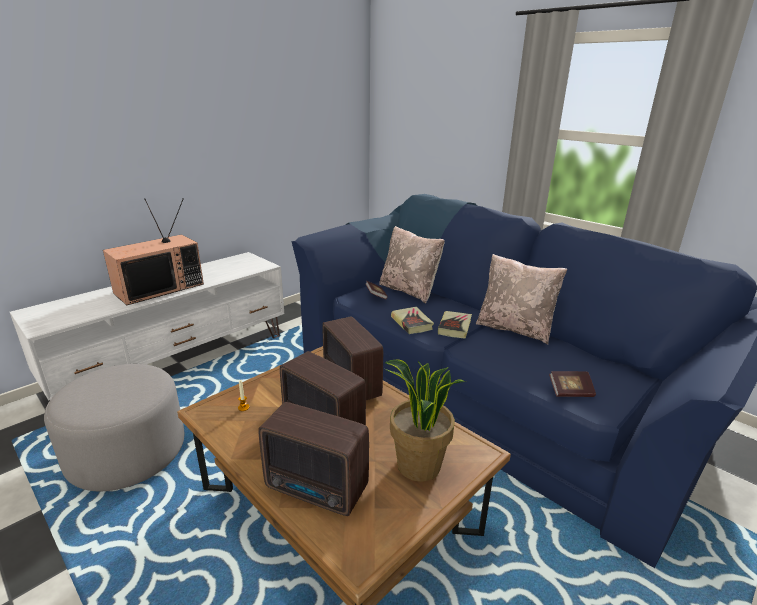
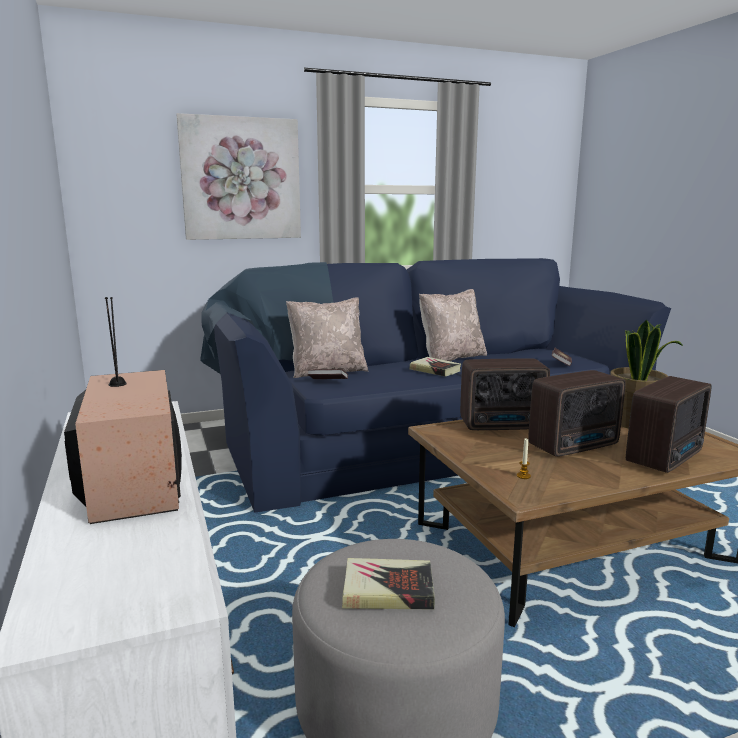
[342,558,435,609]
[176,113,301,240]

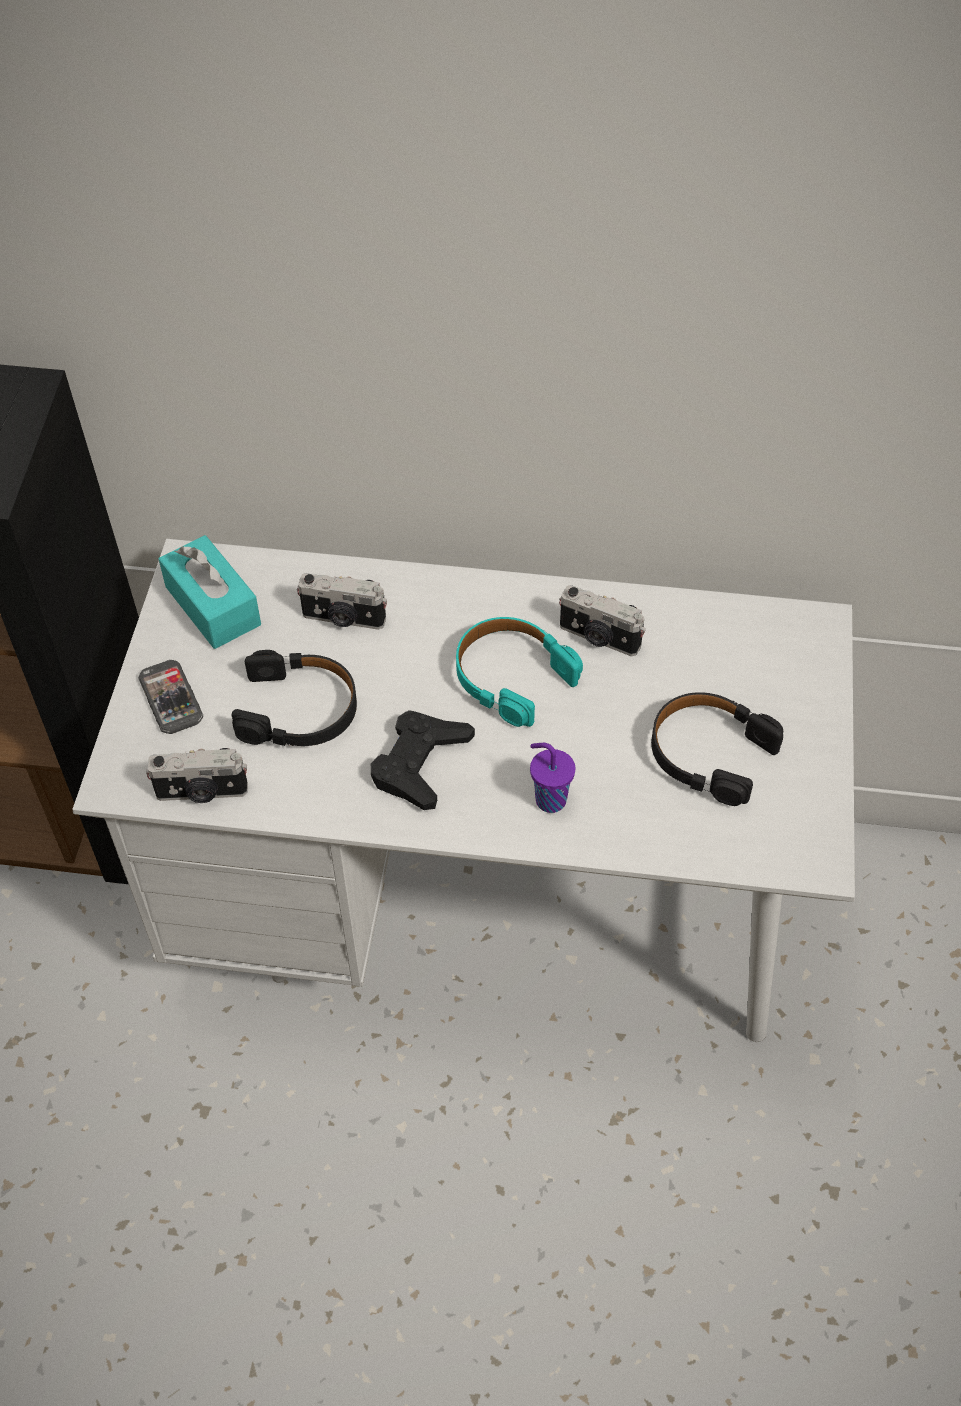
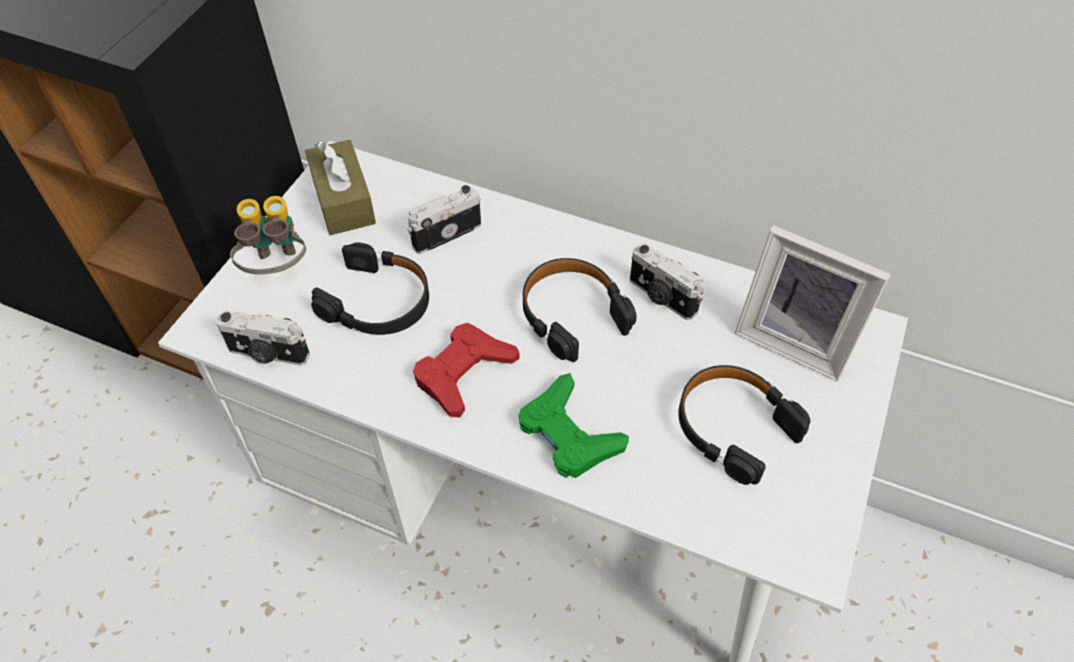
[305,140,376,235]
[407,185,481,254]
[523,258,637,362]
[230,196,306,275]
[413,323,520,418]
[519,373,629,478]
[735,225,891,381]

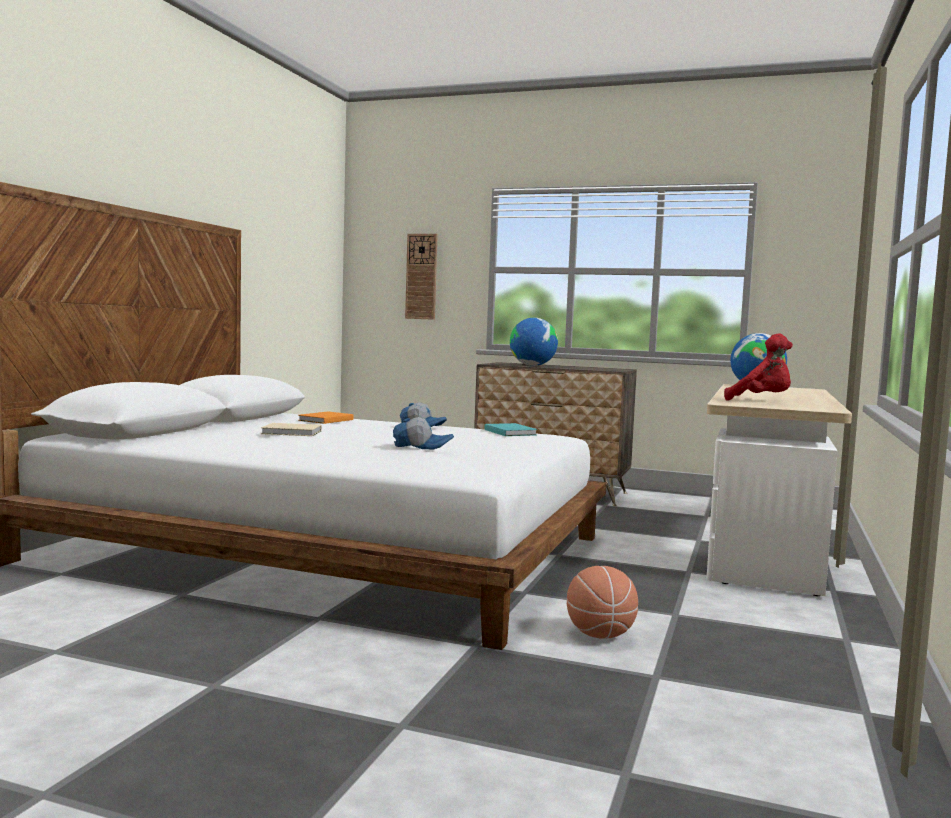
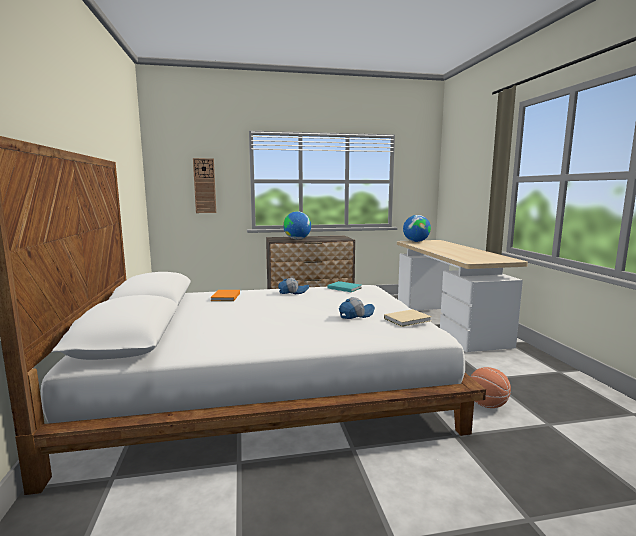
[724,333,793,401] (first image)
[384,309,432,327]

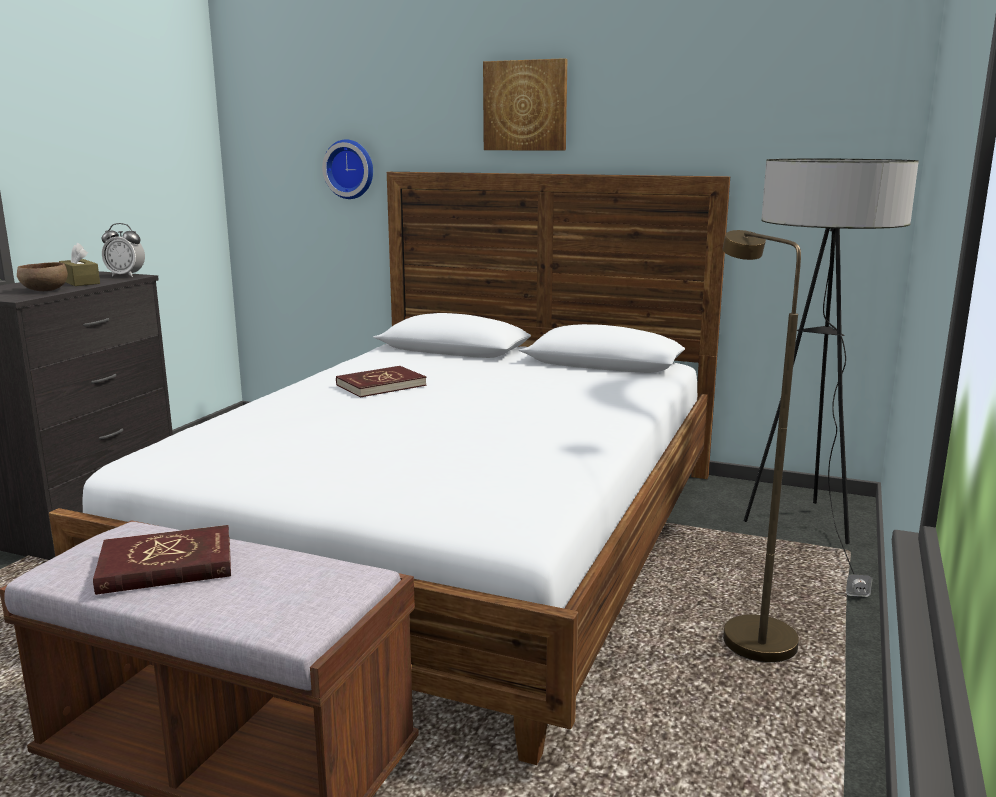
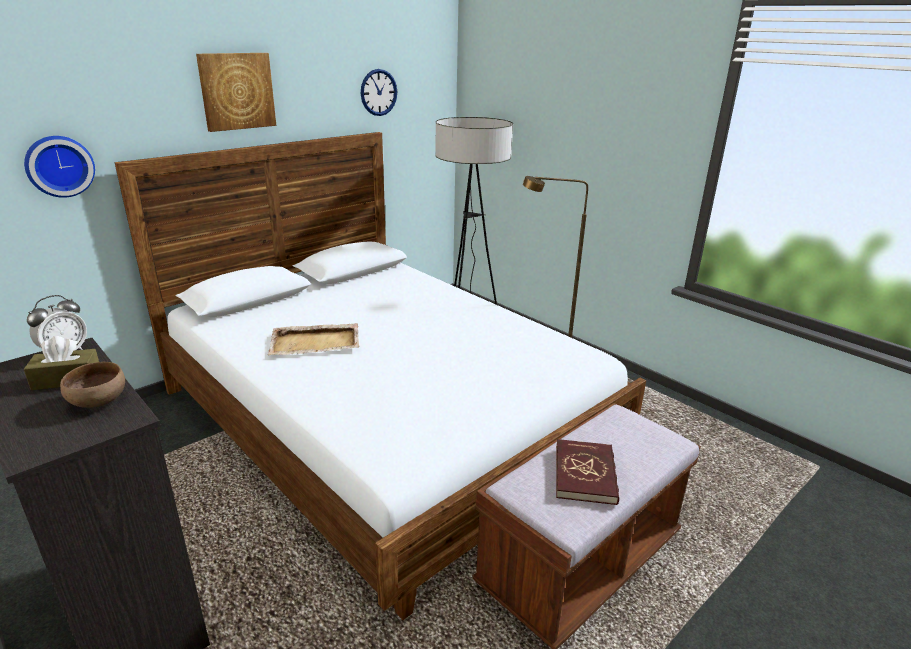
[267,323,359,355]
[361,69,397,116]

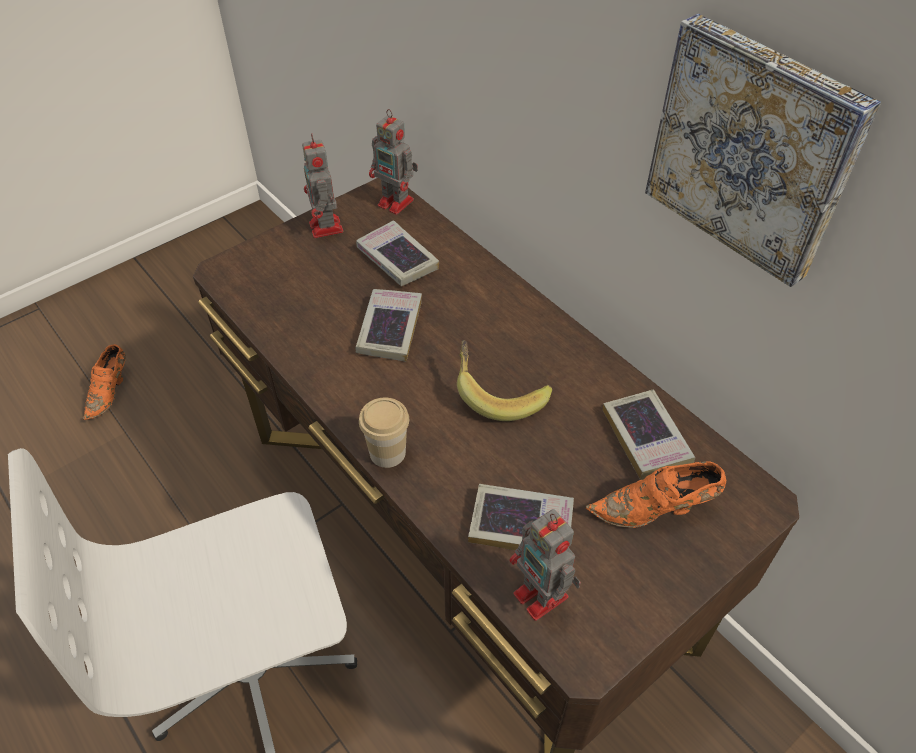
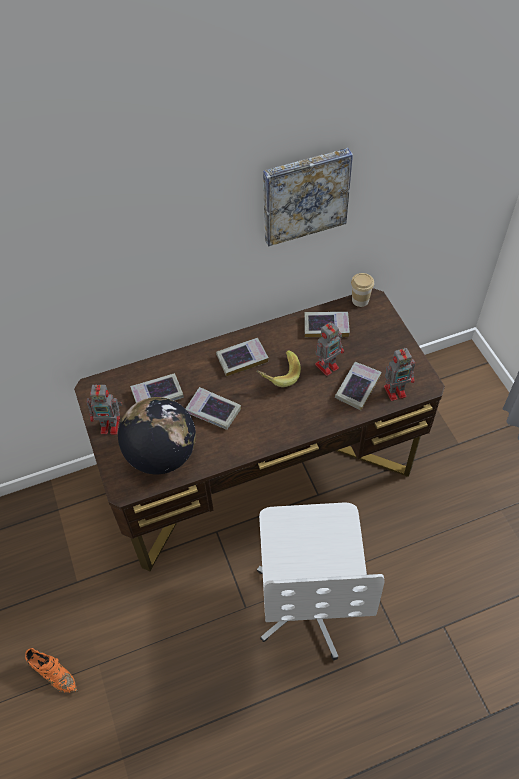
[315,322,344,376]
[351,273,374,307]
[586,461,726,528] (first image)
[216,338,269,377]
[118,397,196,474]

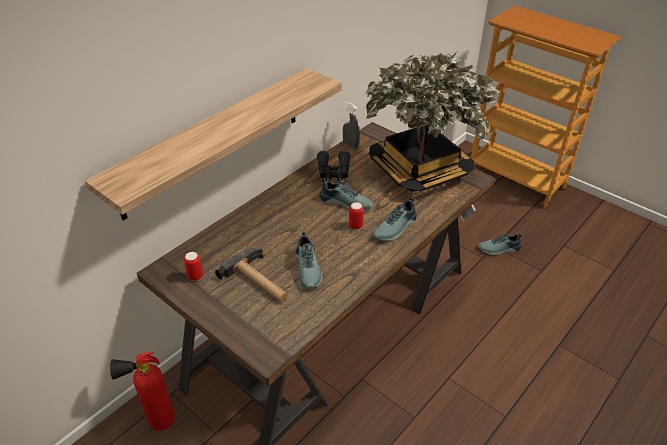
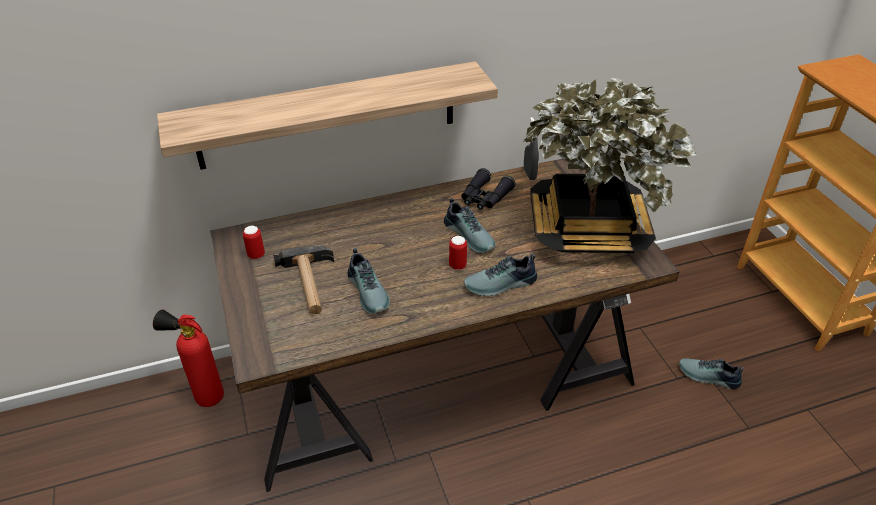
[348,248,390,314]

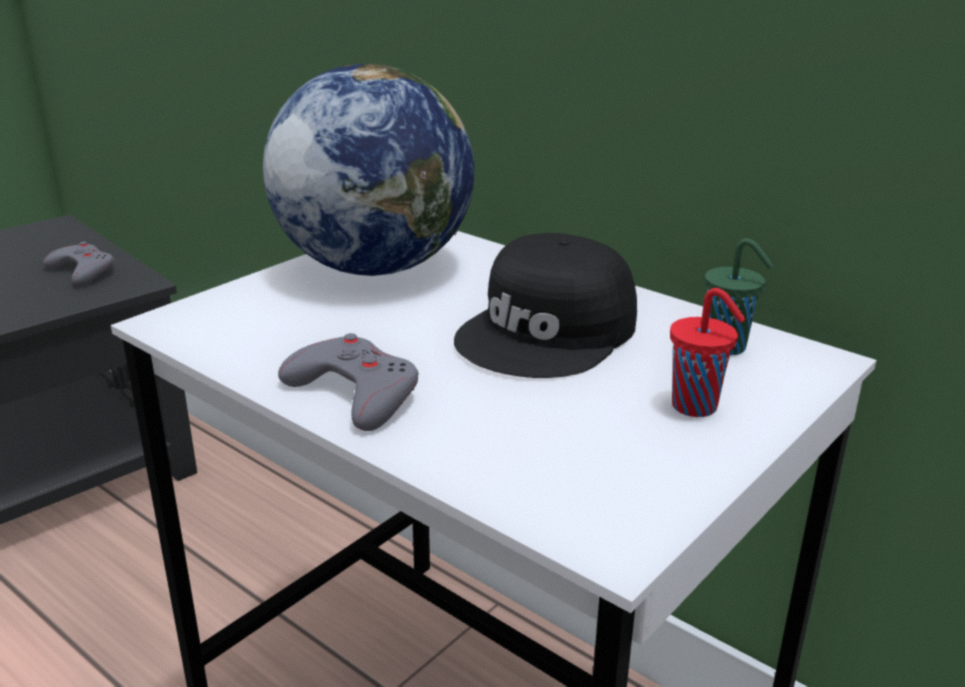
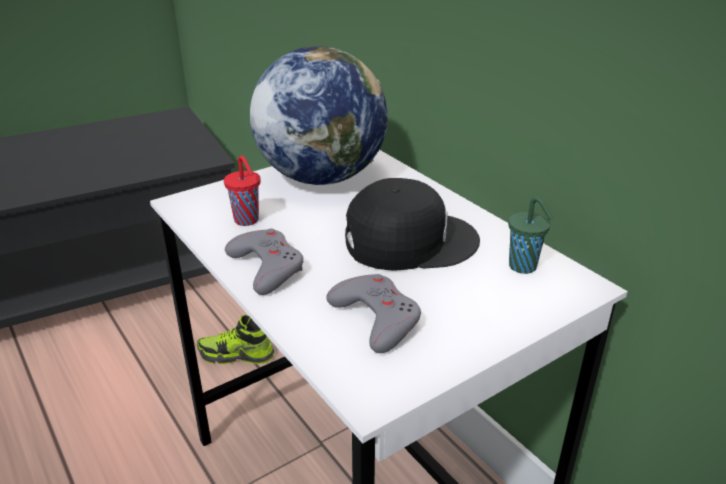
[345,178,480,271]
[326,274,421,353]
[224,155,261,226]
[197,315,274,364]

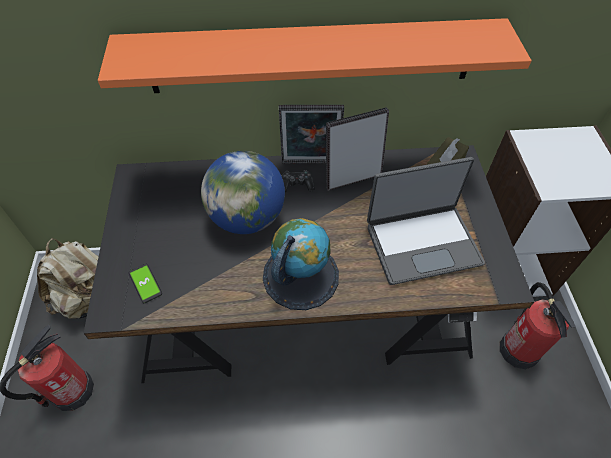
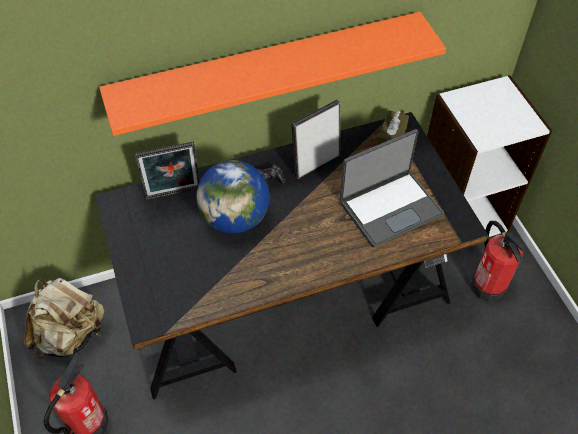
[135,141,200,200]
[263,218,339,310] (first image)
[129,264,162,303] (first image)

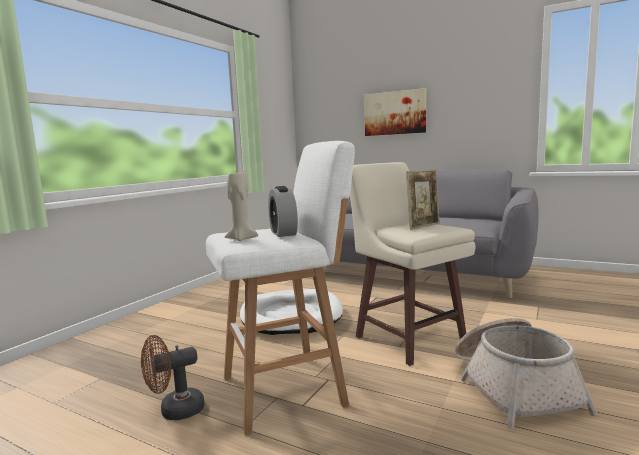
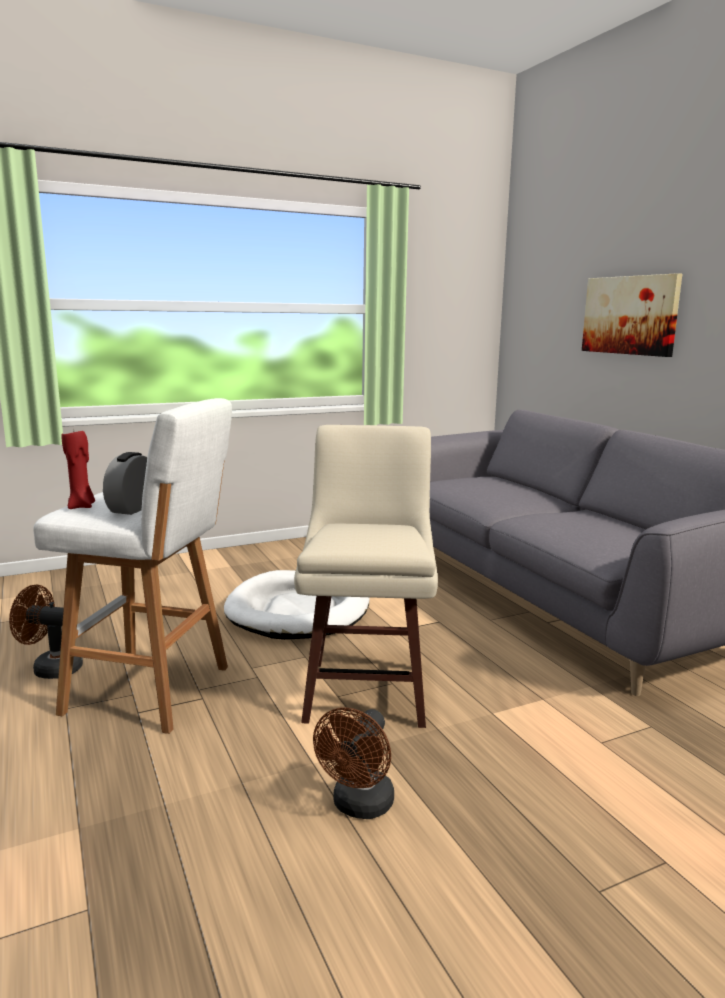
[61,427,95,509]
[406,170,440,230] (first image)
[313,707,394,819]

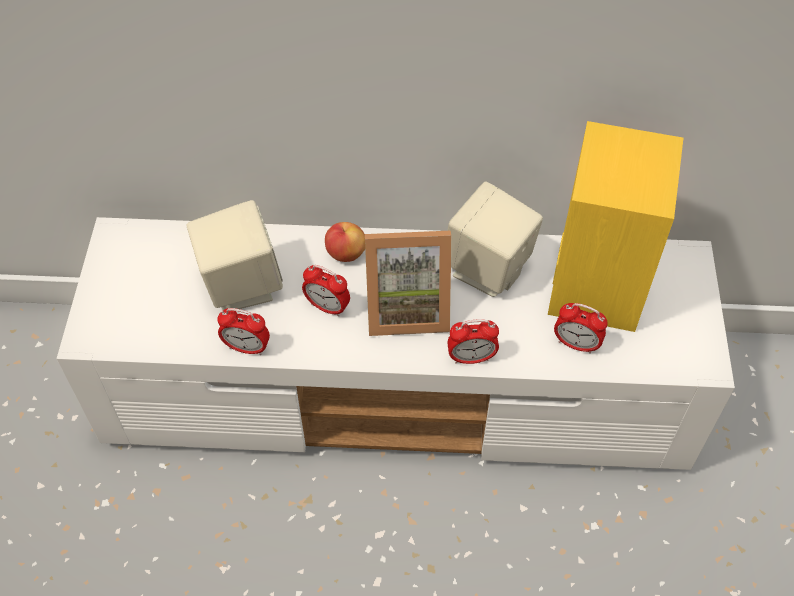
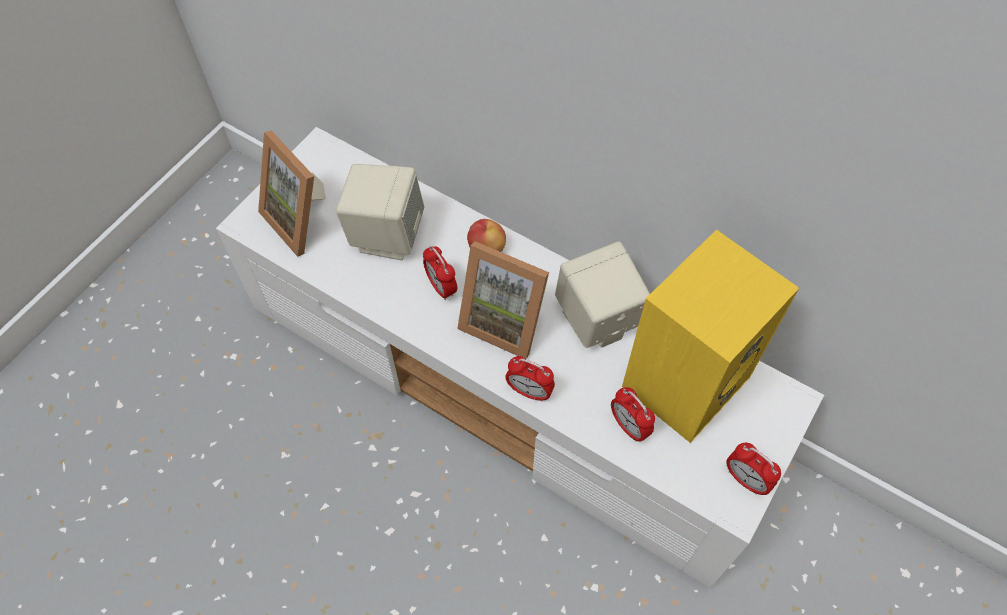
[726,443,781,495]
[258,130,326,257]

